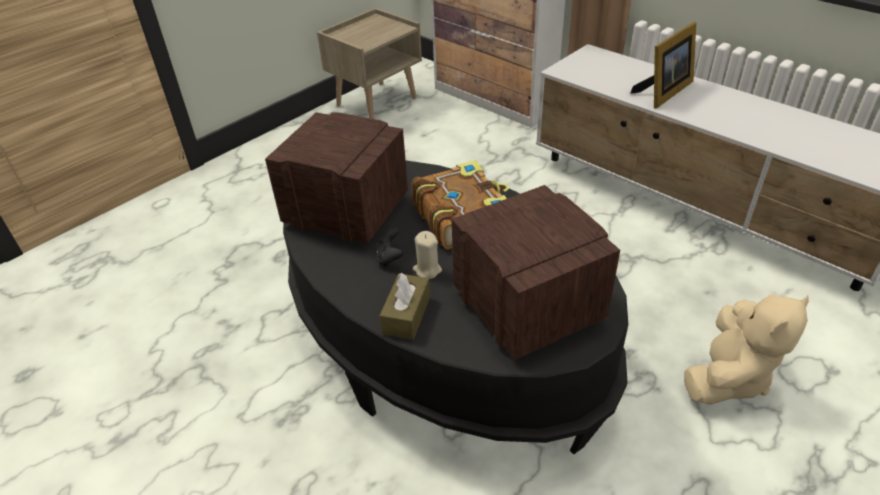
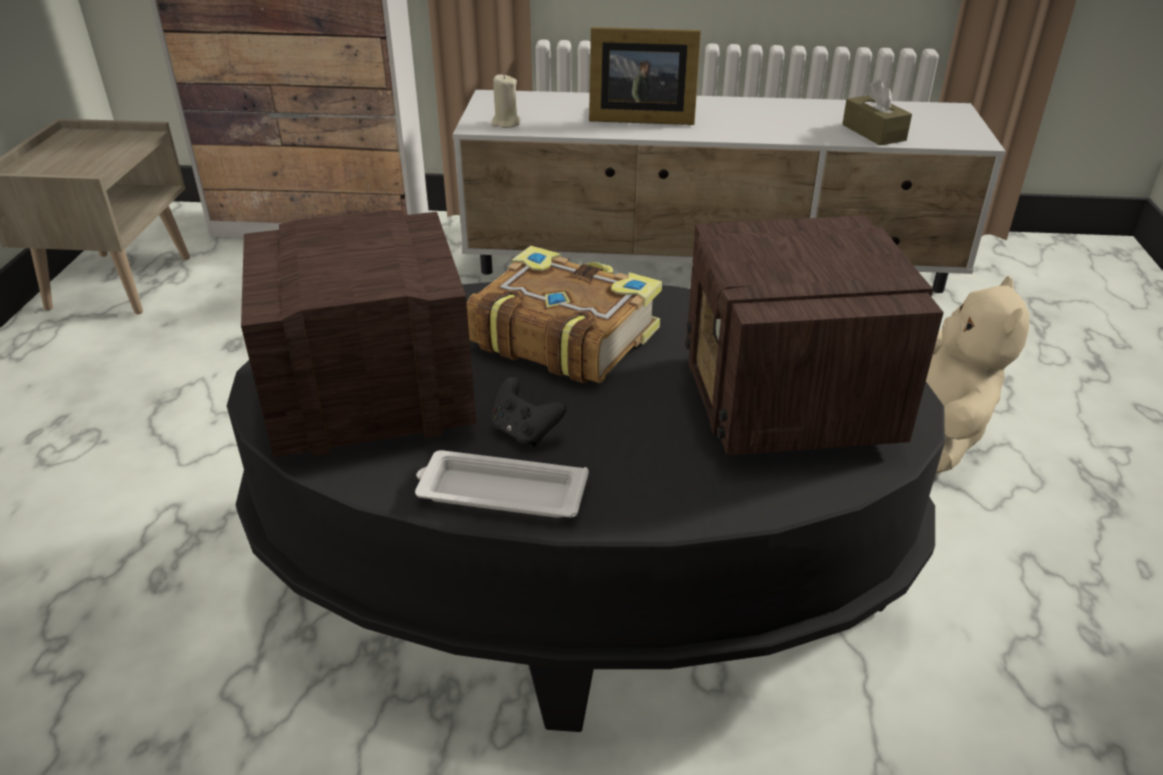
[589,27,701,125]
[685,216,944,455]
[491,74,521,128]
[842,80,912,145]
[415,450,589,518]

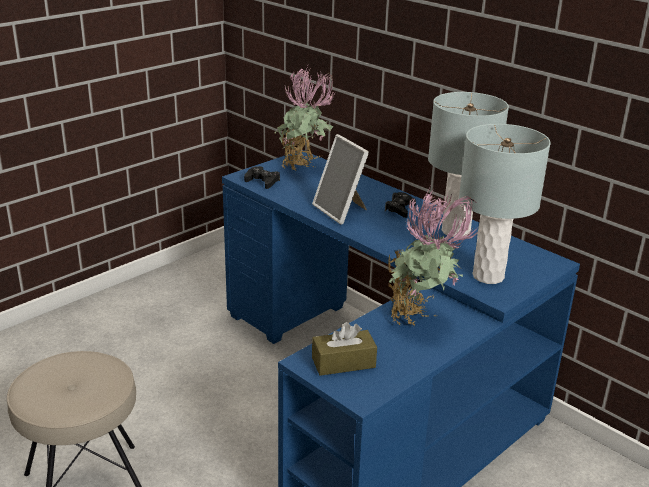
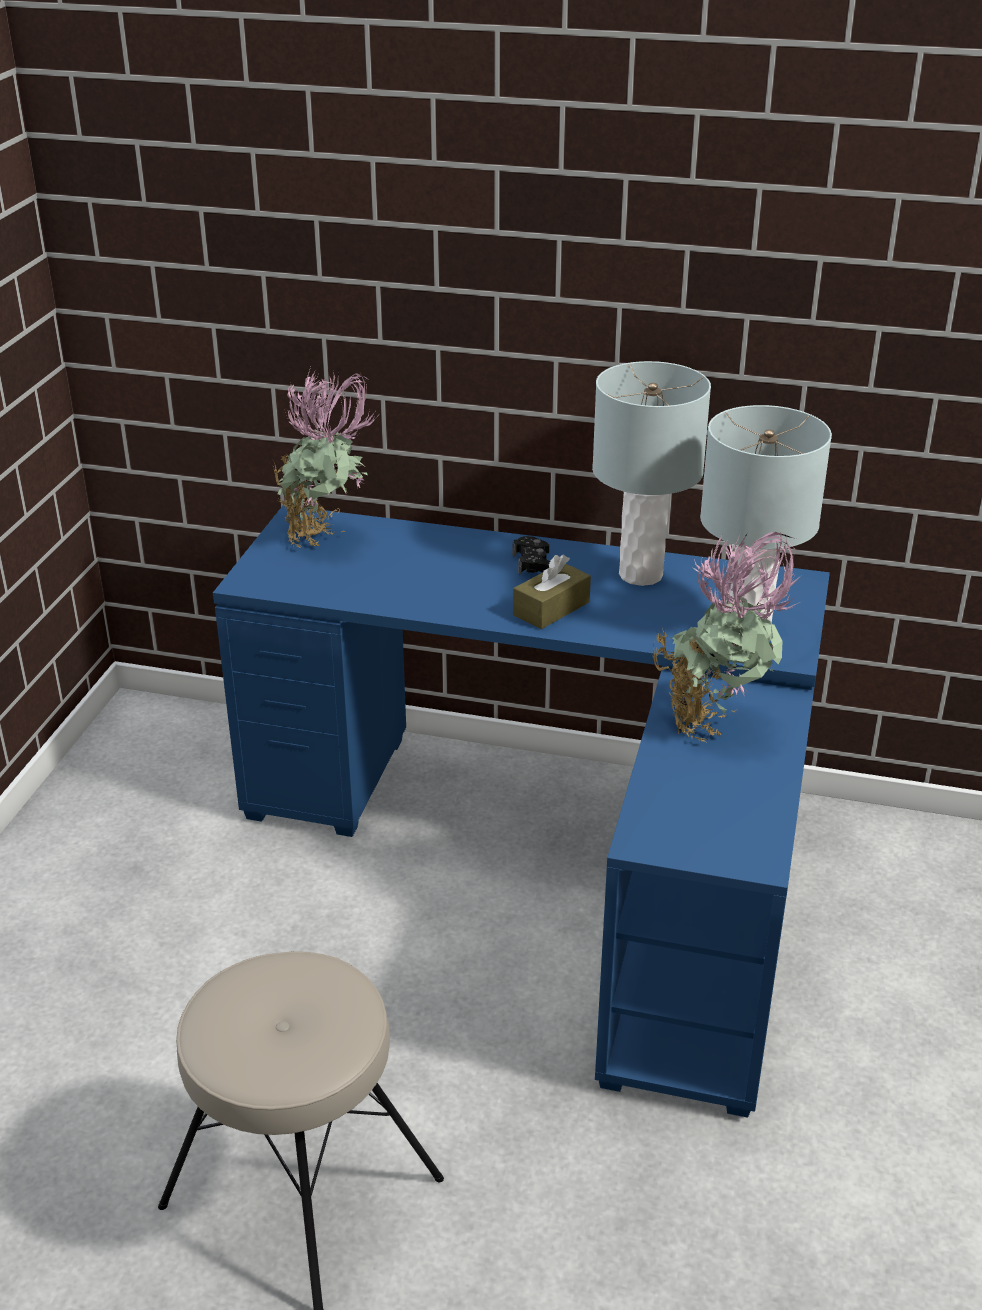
[312,134,369,224] (first image)
[244,166,280,189] (first image)
[513,554,591,629]

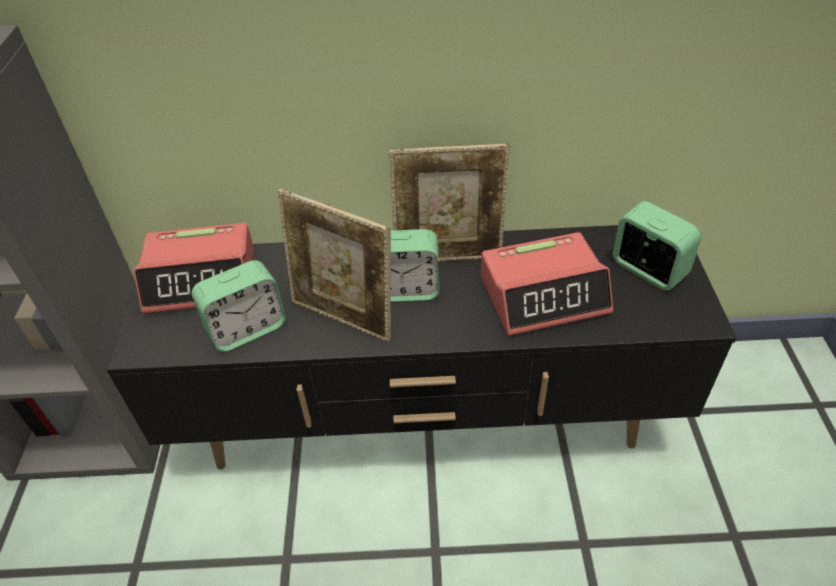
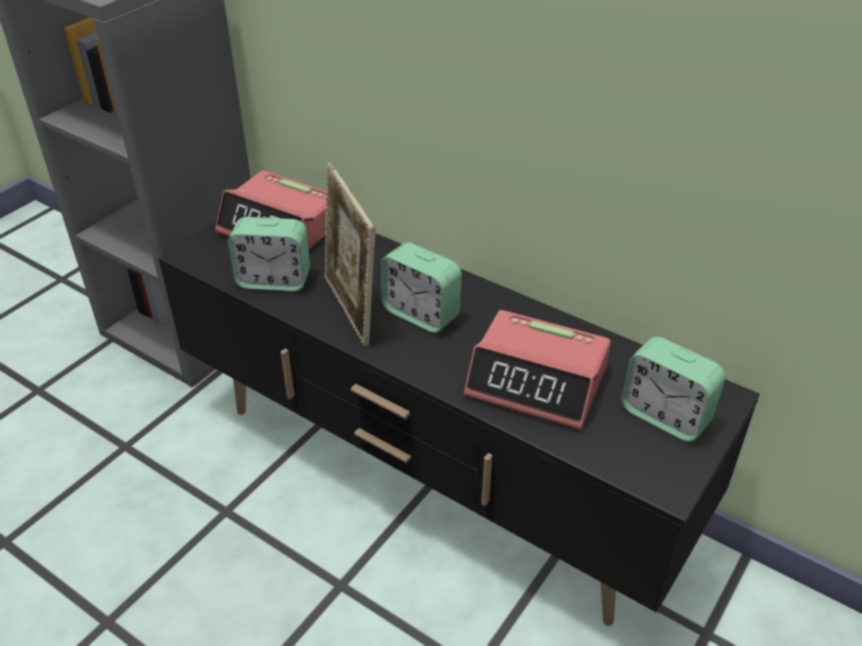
[389,144,510,261] (first image)
[621,337,726,442]

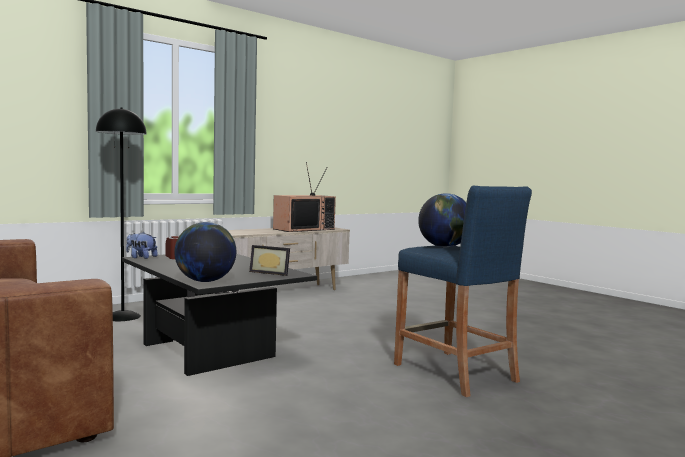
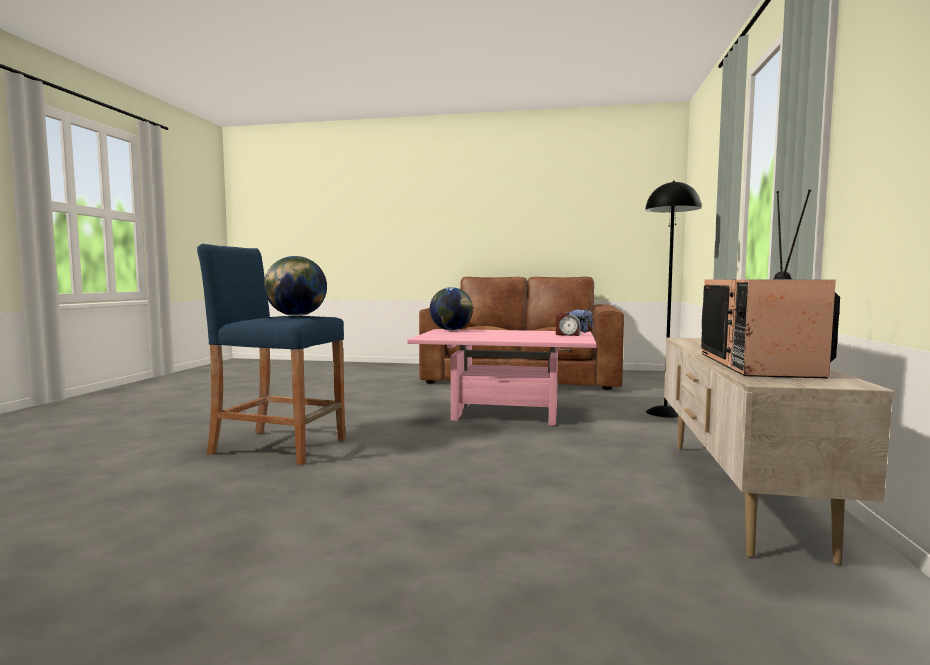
[249,245,290,276] (first image)
[407,329,597,425]

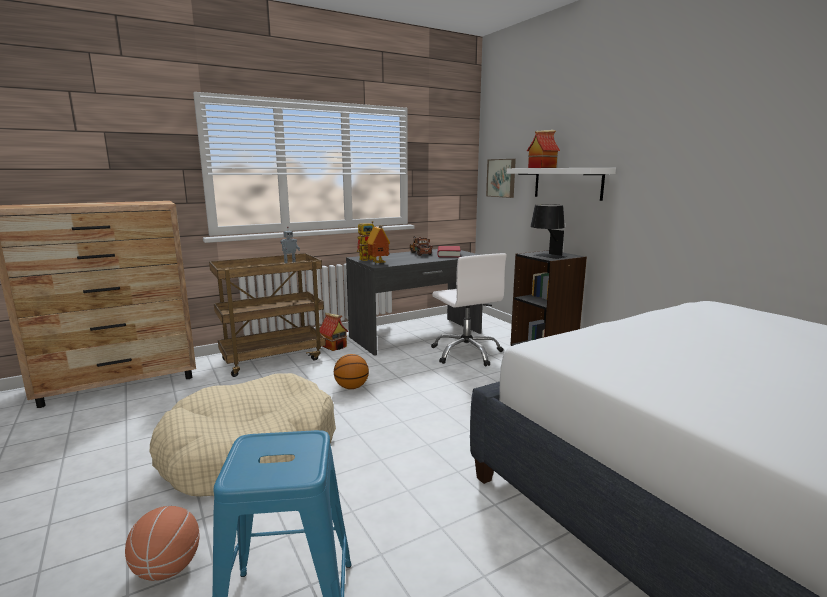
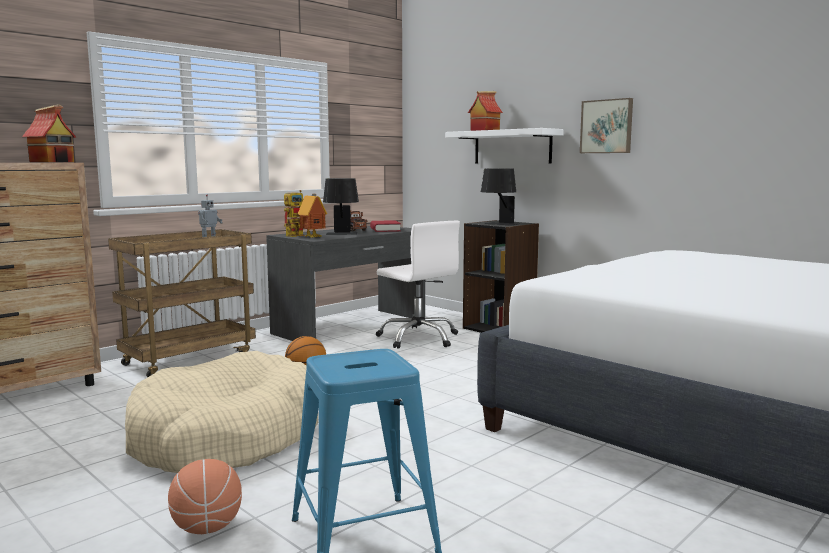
[580,98,633,153]
[22,104,77,162]
[323,178,359,235]

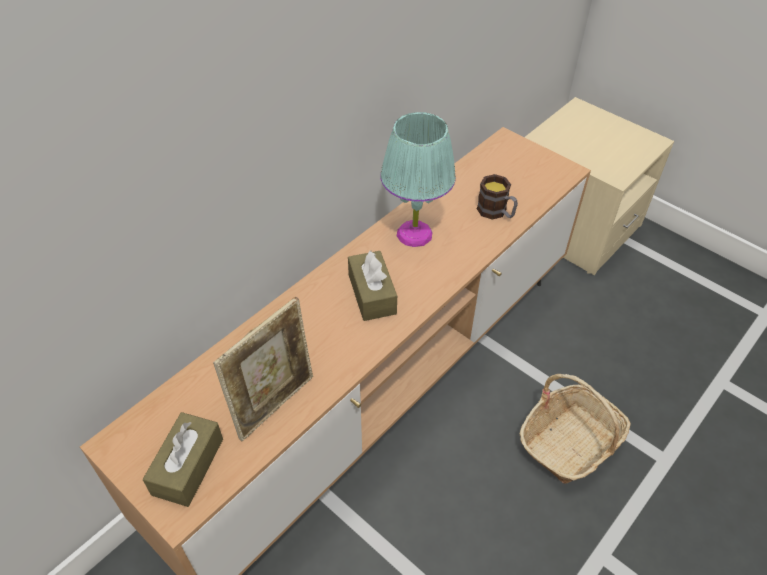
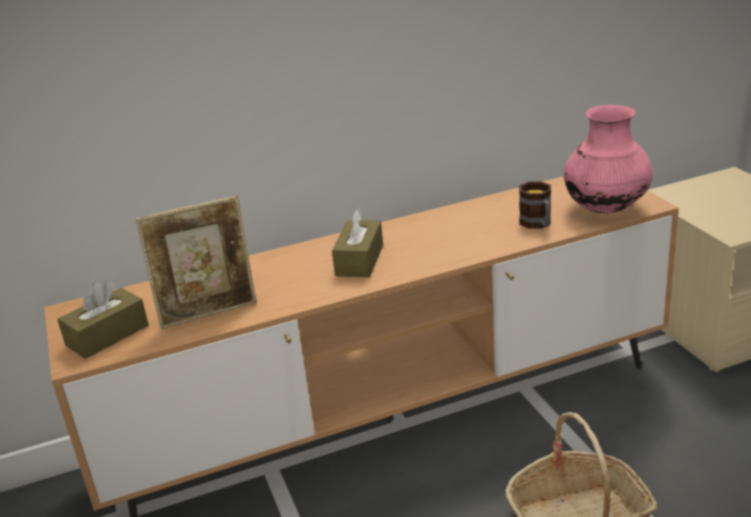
[380,112,456,247] (first image)
[564,105,653,213]

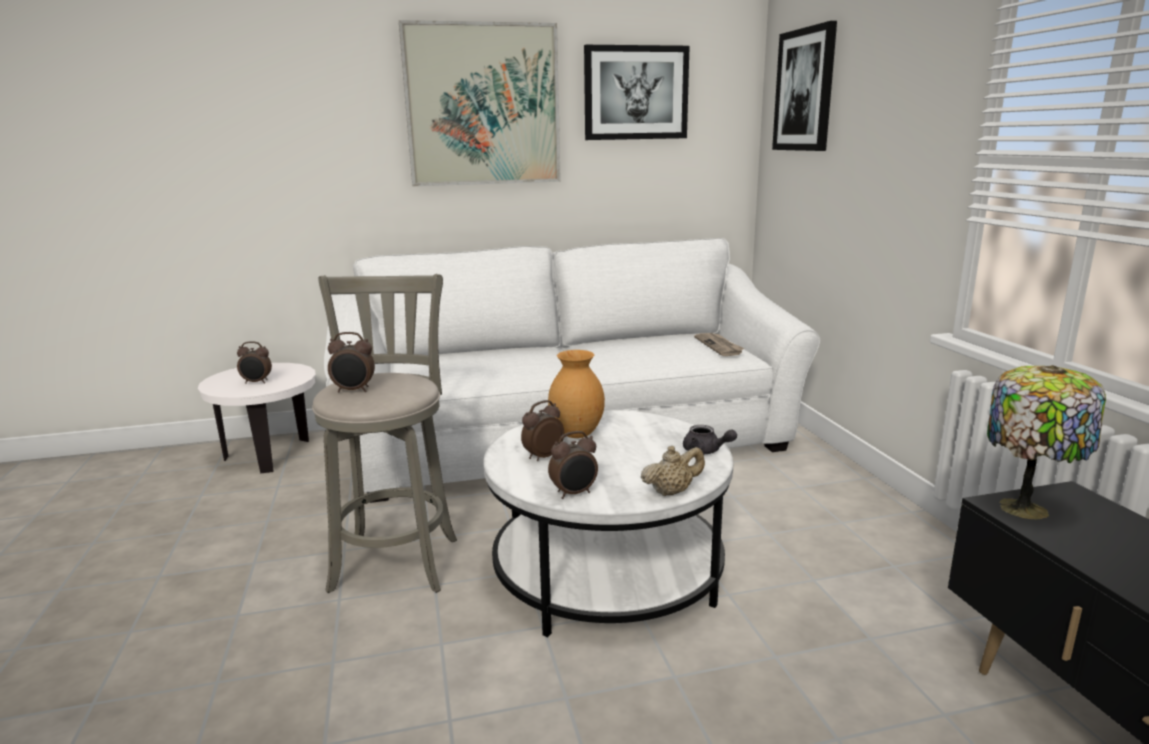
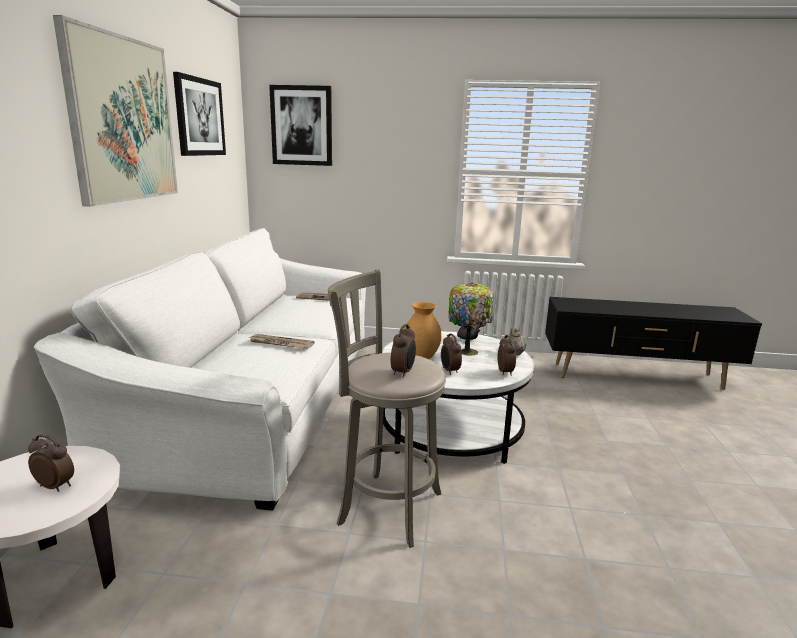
[28,434,74,492]
[448,283,493,356]
[249,334,314,349]

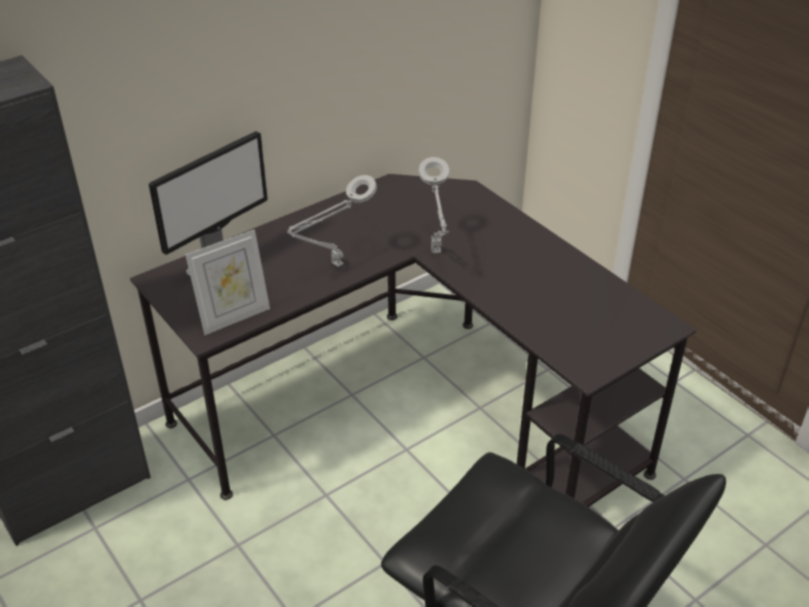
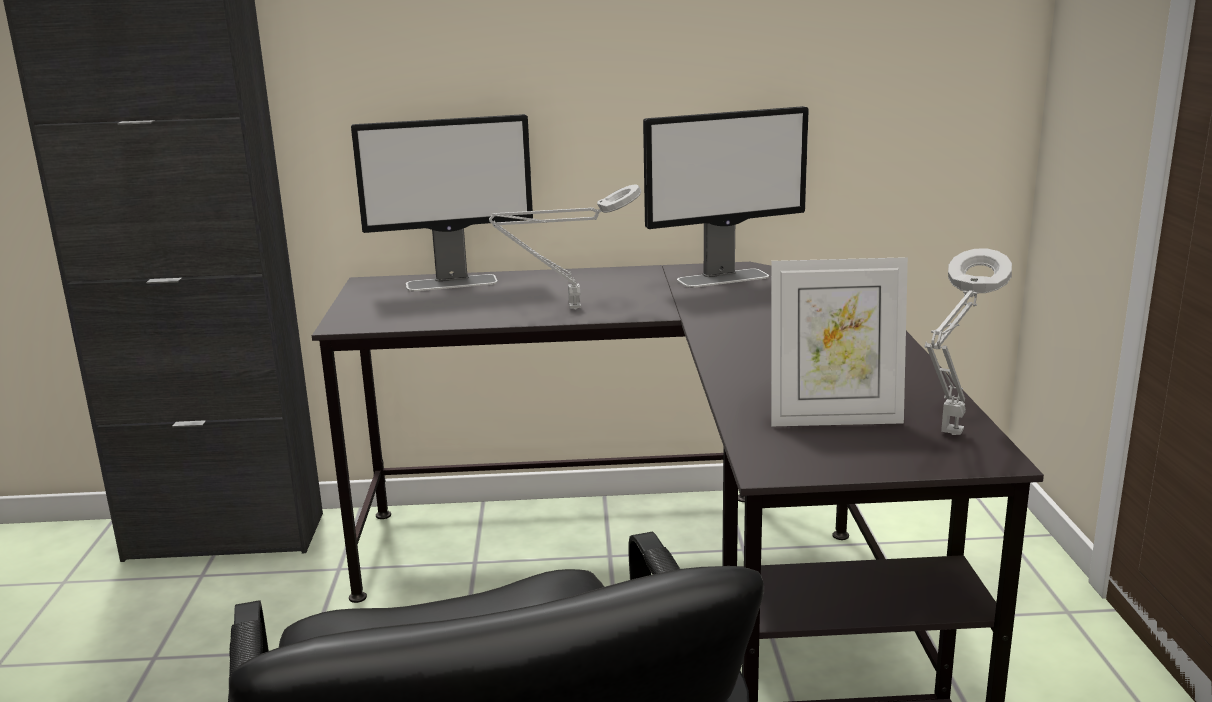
[924,248,1012,435]
[771,257,908,426]
[643,106,809,287]

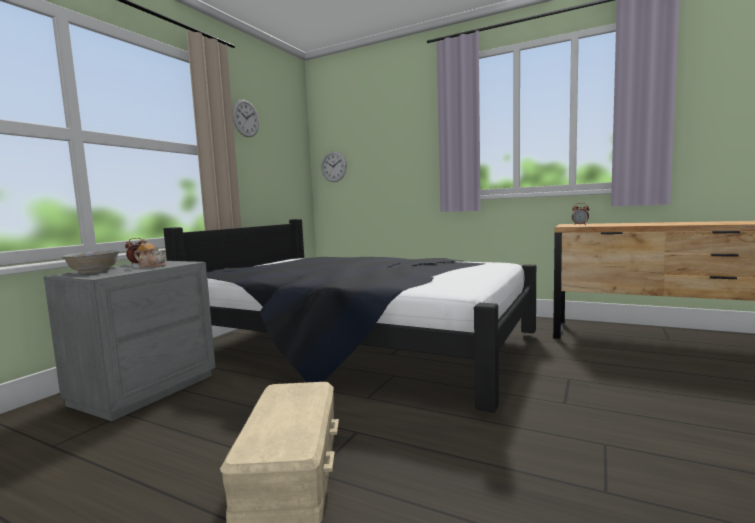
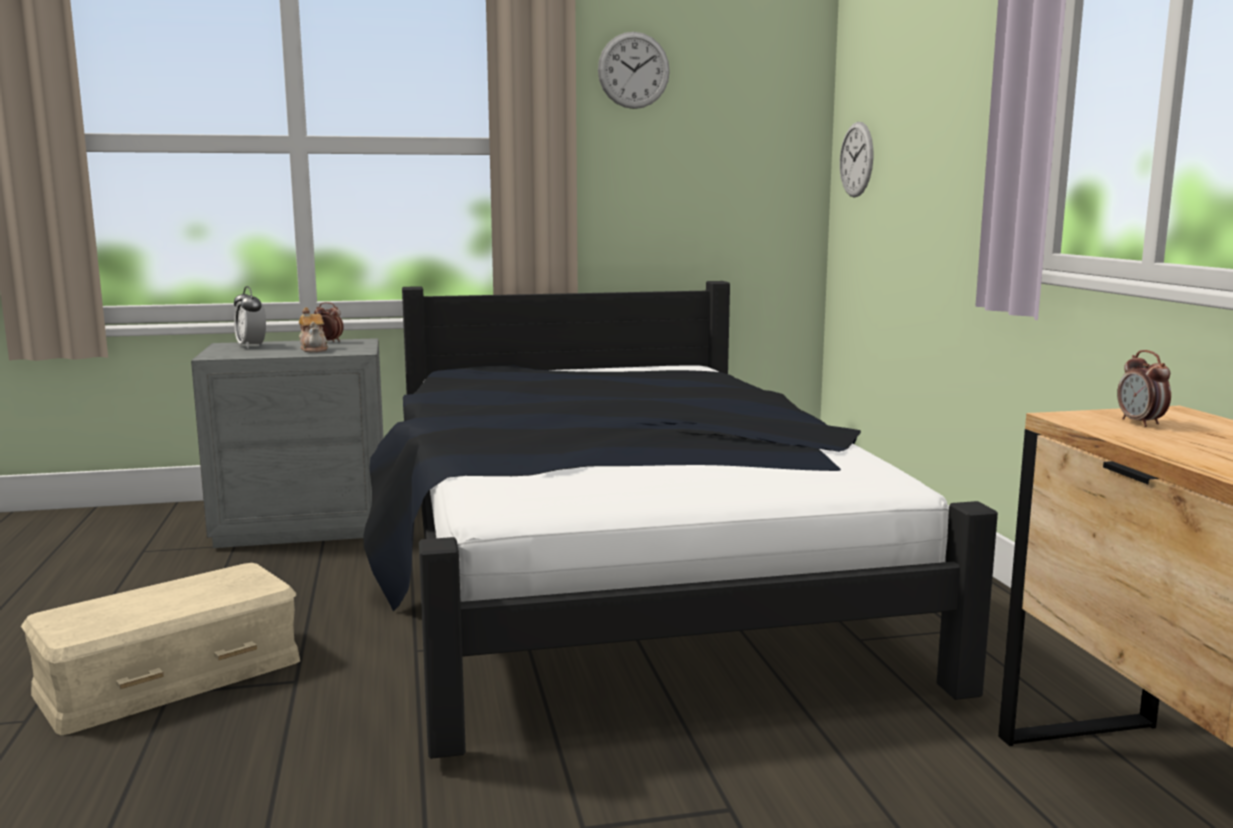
[234,286,266,349]

